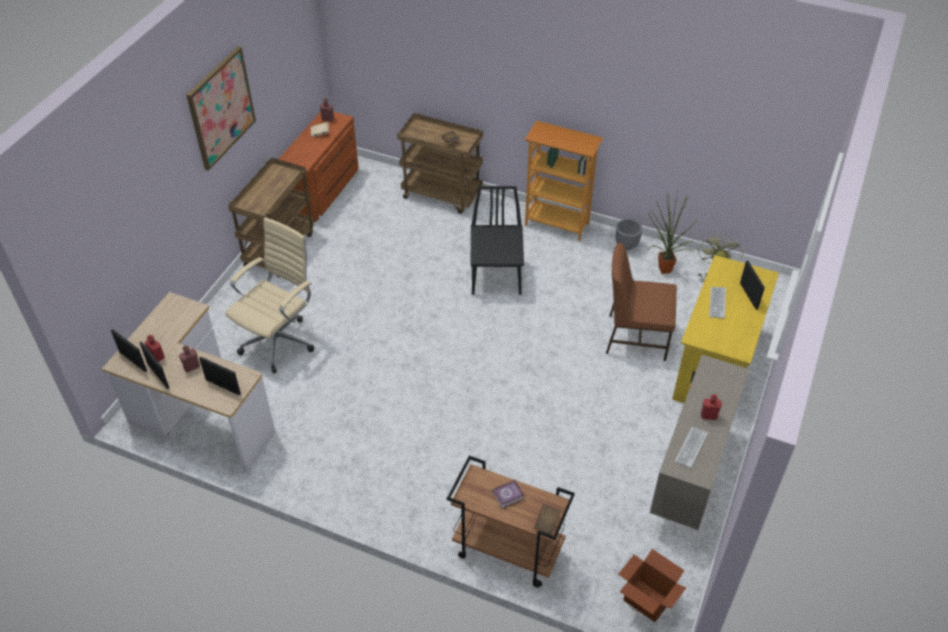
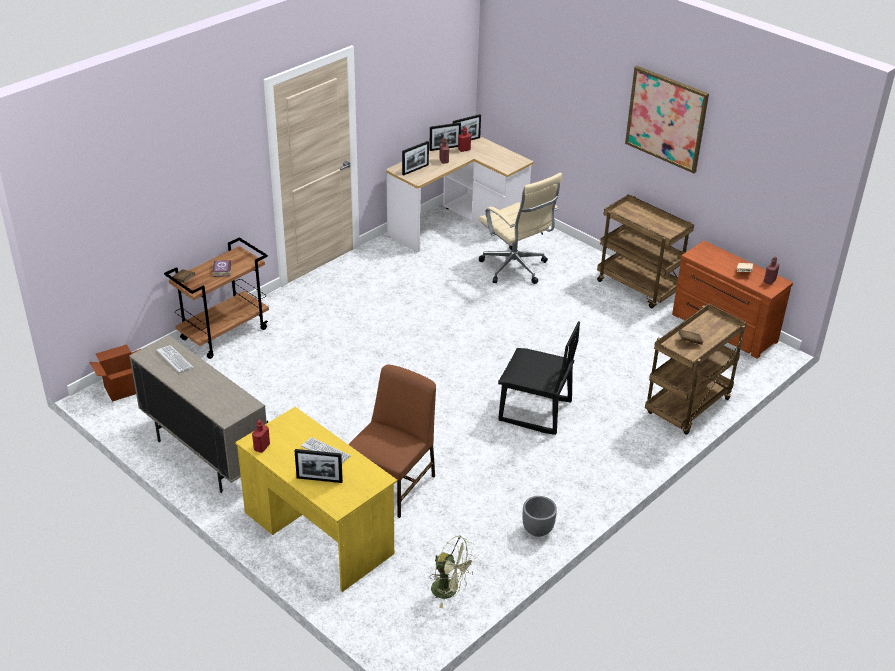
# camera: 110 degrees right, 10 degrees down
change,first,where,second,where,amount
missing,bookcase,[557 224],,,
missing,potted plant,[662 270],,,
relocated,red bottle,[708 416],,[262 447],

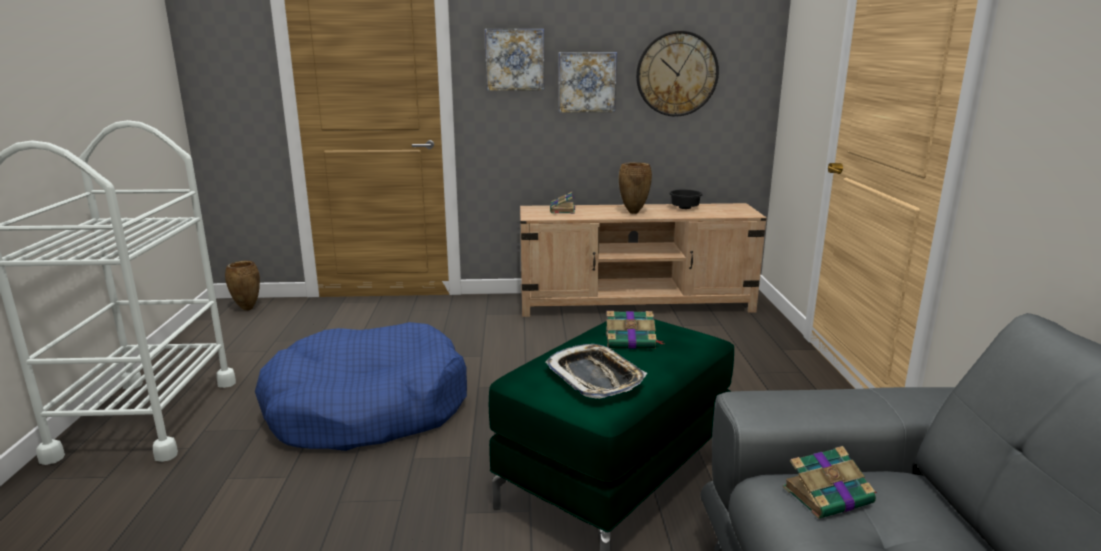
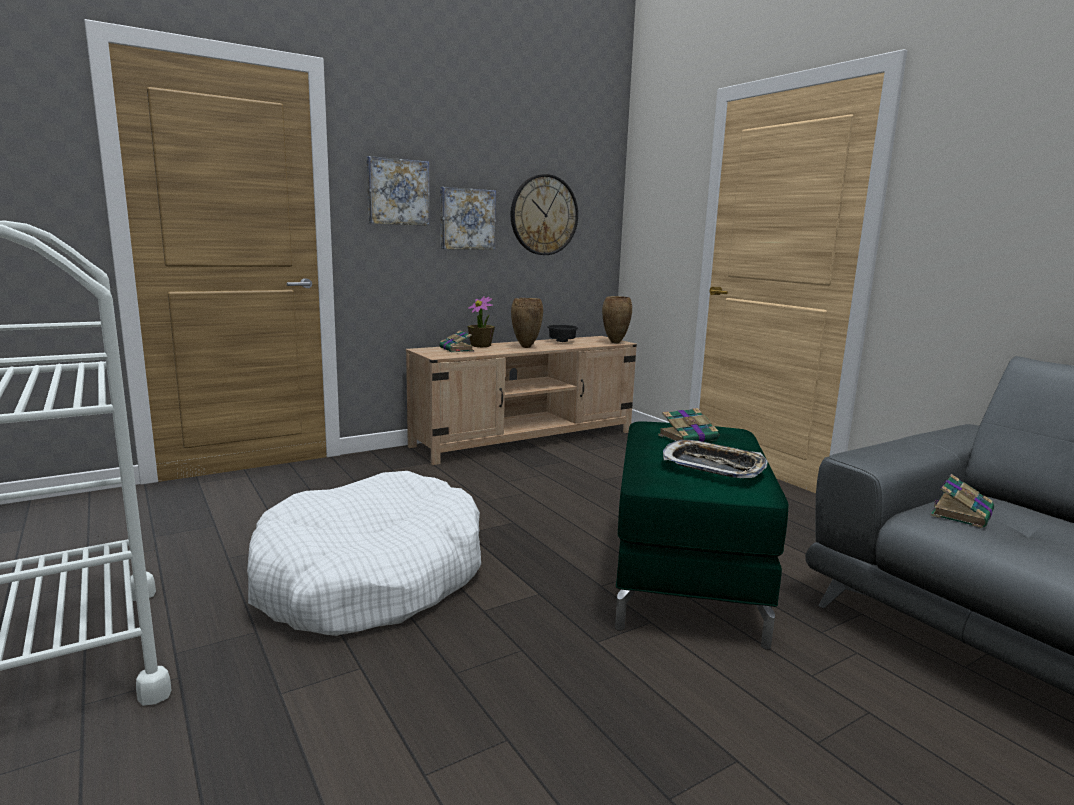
# camera: 30 degrees left, 5 degrees down
change,first,where,second,where,amount
relocated,brown vase,[246 309],,[614 343],
colour,blue dog bed,[367 408],white dog bed,[370 578],
appeared,,,potted plant,[481 345],

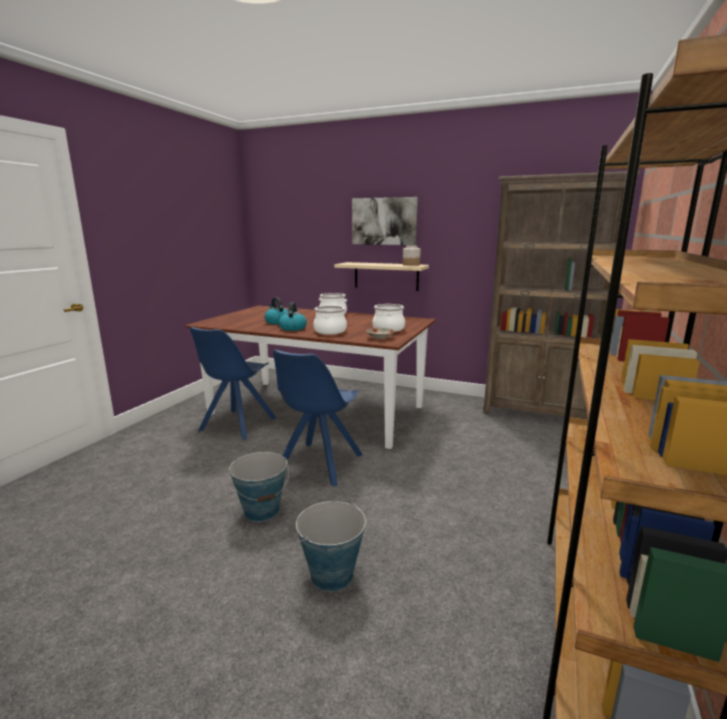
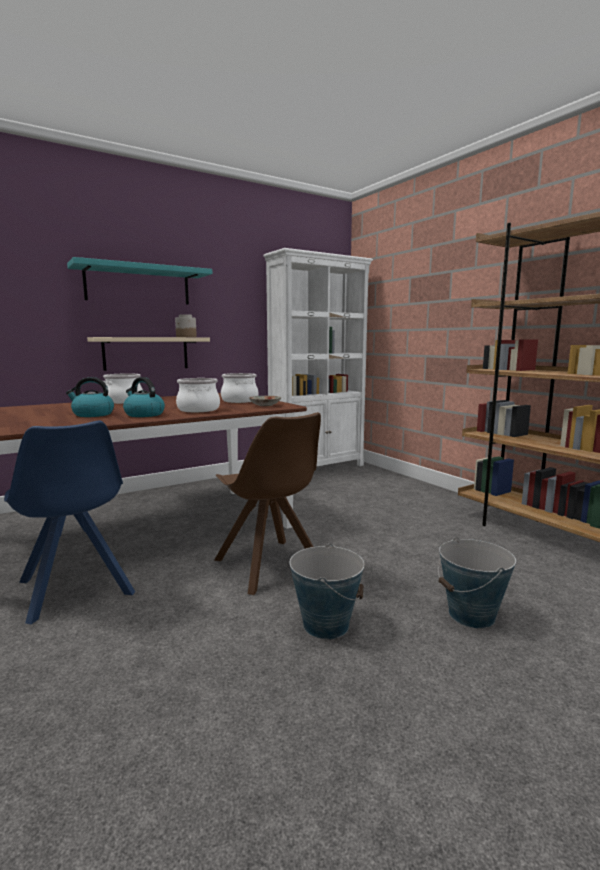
# camera: 55 degrees left, 5 degrees down
change,first,where,second,where,amount
colour,blue chair,[318 464],brown chair,[270 567],
exchanged,picture,[384 221],turquoise shelf,[138 285],
colour,brown bookcase,[538 413],white bookcase,[318 468],

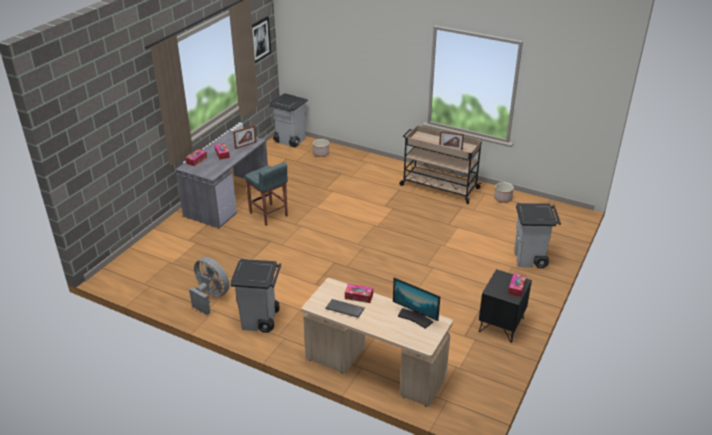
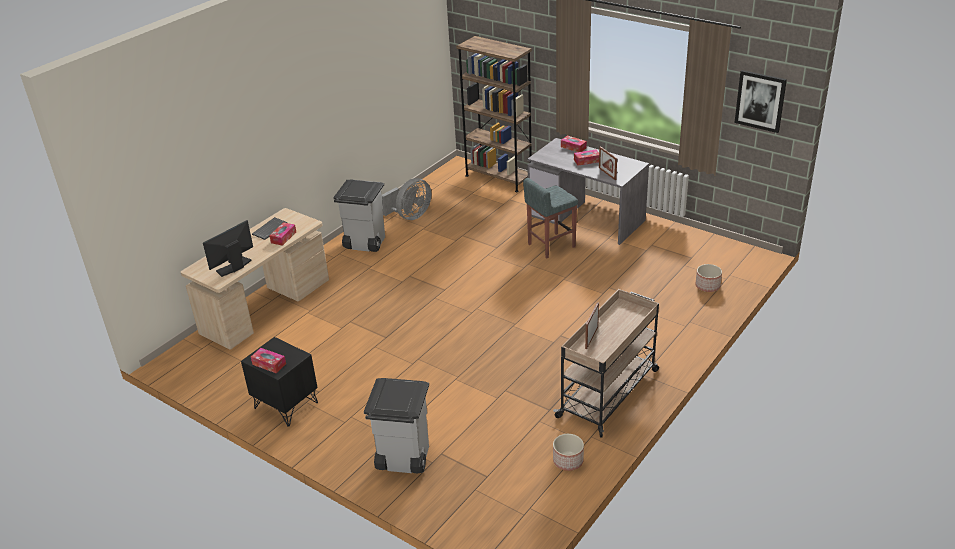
# camera: 100 degrees right, 0 degrees up
change,first,where,second,where,amount
missing,grey trash can,[289 141],,,
appeared,,,brown bookcase,[498 178],

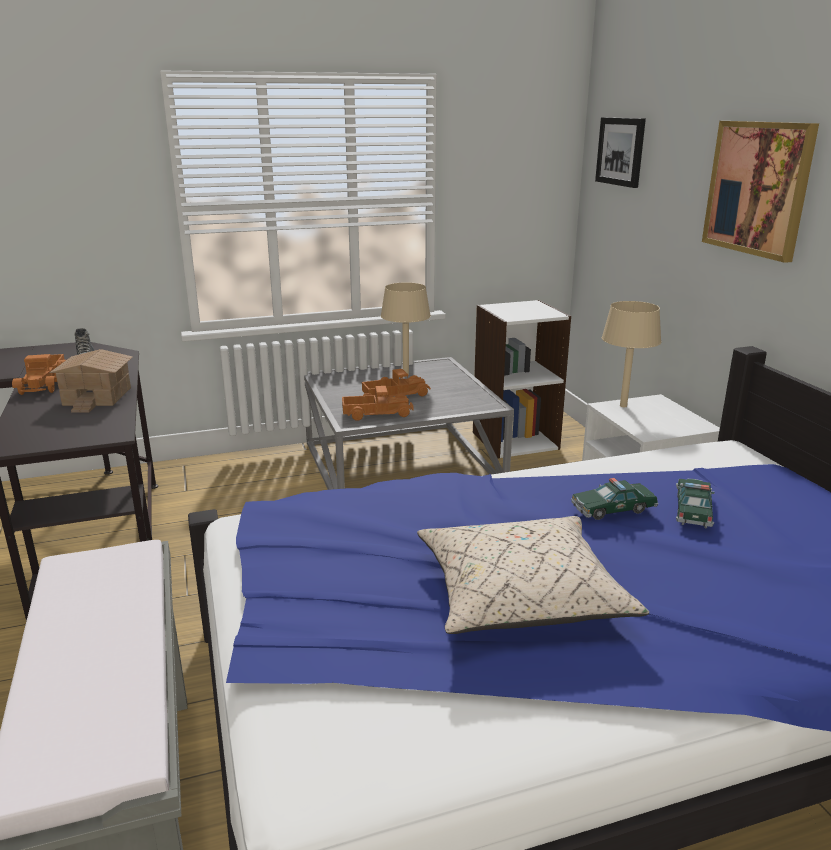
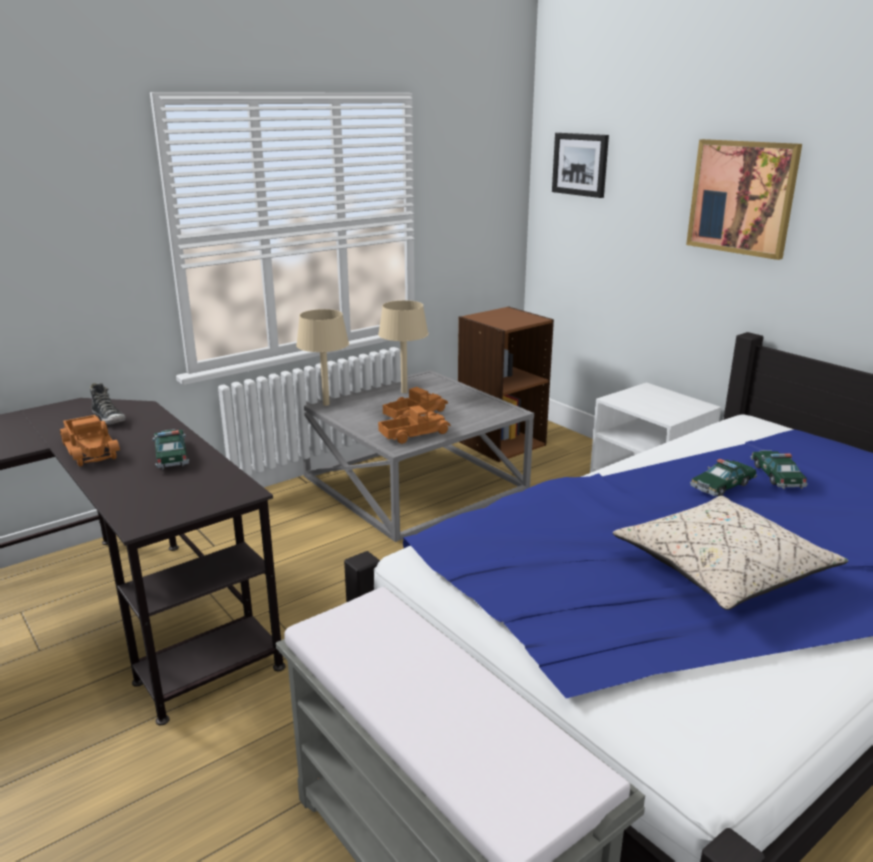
# camera: 20 degrees left, 0 degrees up
change,first,where,second,where,amount
exchanged,toy house,[96 396],toy car,[171 456],
colour,white bookcase,[514 440],brown bookcase,[500 443],
relocated,beige table lamp,[623 406],,[326 404],

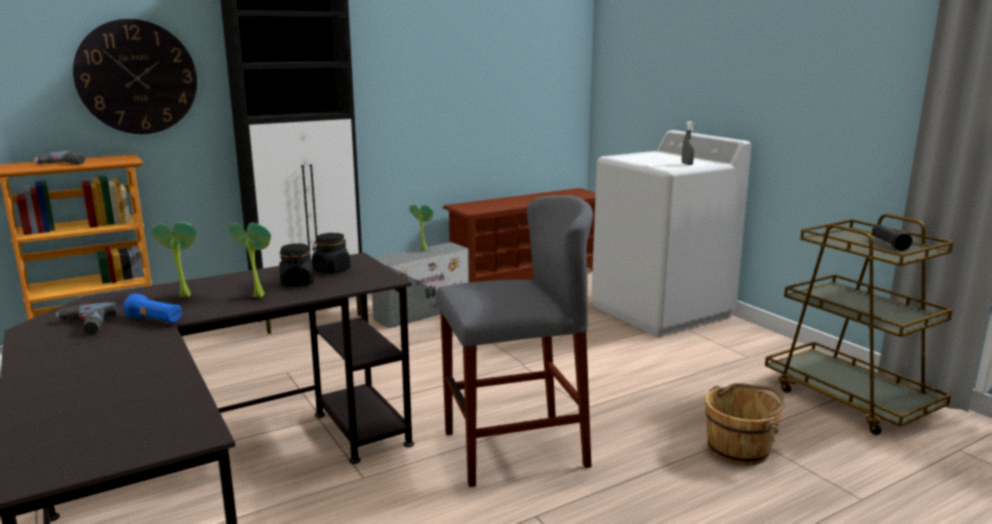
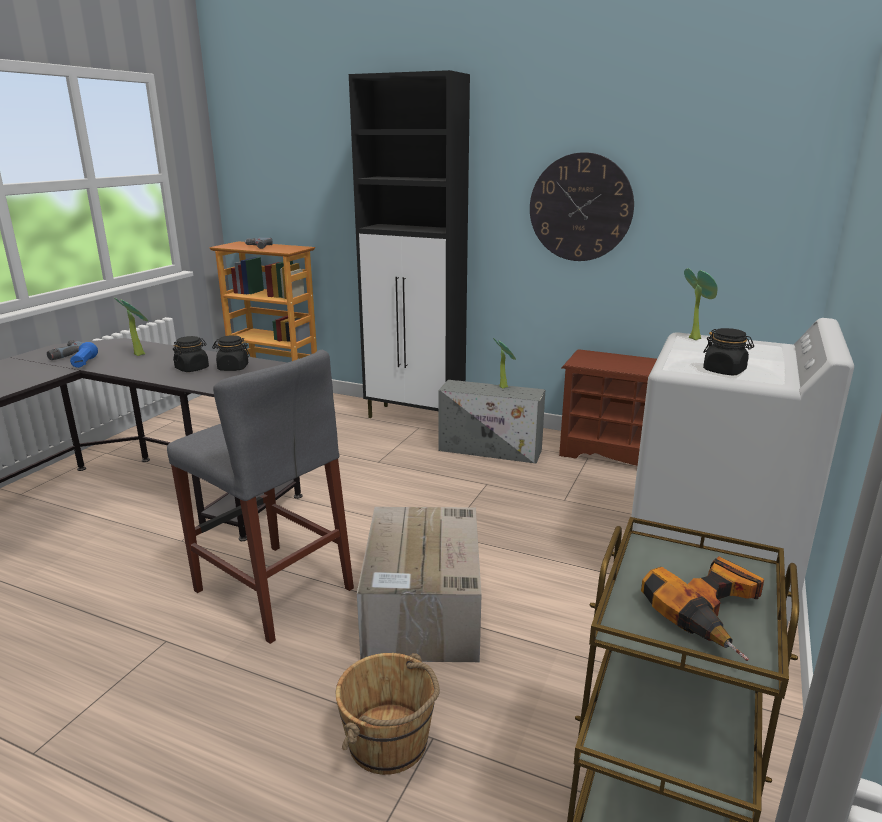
# camera: 55 degrees right, 5 degrees up
change,first,where,second,where,amount
relocated,wall clock,[137 77],,[580 208],
relocated,potted plant,[257 295],,[694 338],
exchanged,grey spray bottle,[687 164],black jar,[724 371],
exchanged,black flashlight,[889 245],power drill,[713 615],
appeared,,,cardboard box,[423 610],

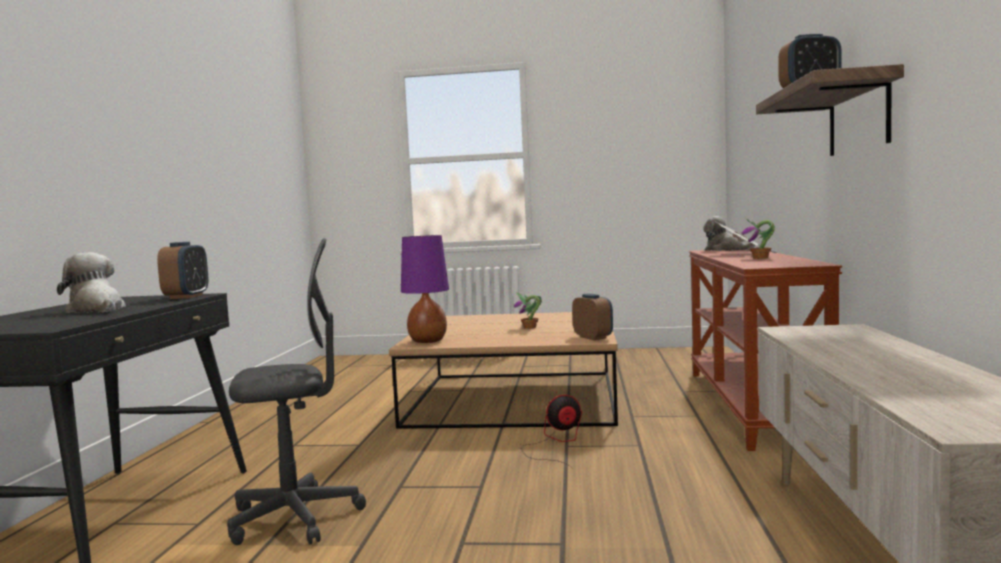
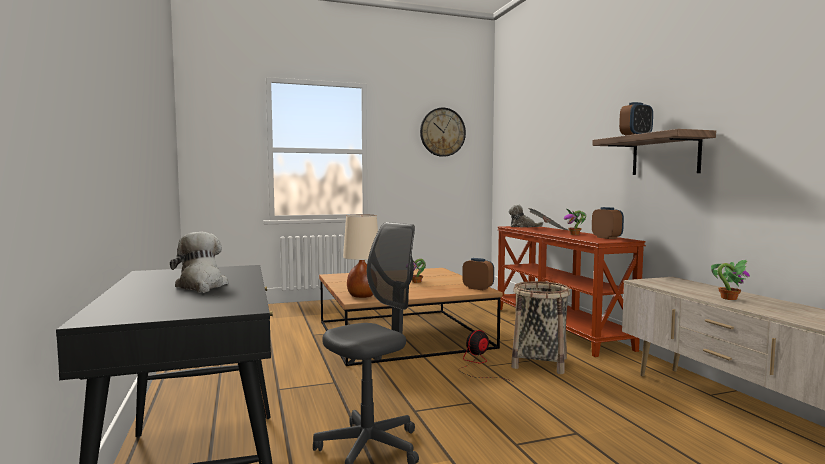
# camera: 25 degrees left, 0 degrees up
change,first,where,second,where,amount
spun,plush toy,[96 310],,[201 286],45 degrees clockwise
relocated,alarm clock,[186 297],,[607 238],
colour,purple table lamp,[428 341],beige table lamp,[362 296],
appeared,,,wall clock,[442 132],
appeared,,,basket,[540 363],
appeared,,,potted plant,[728 298],

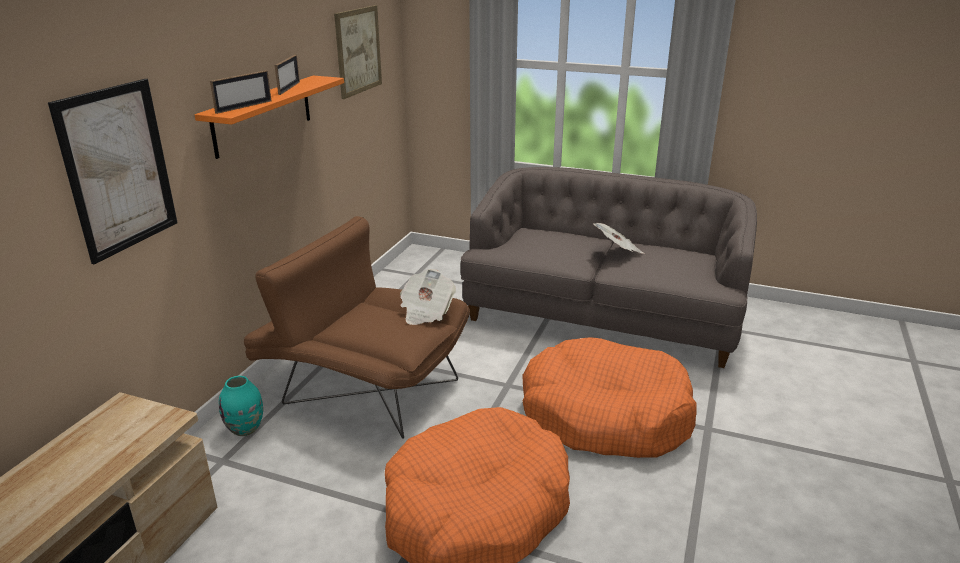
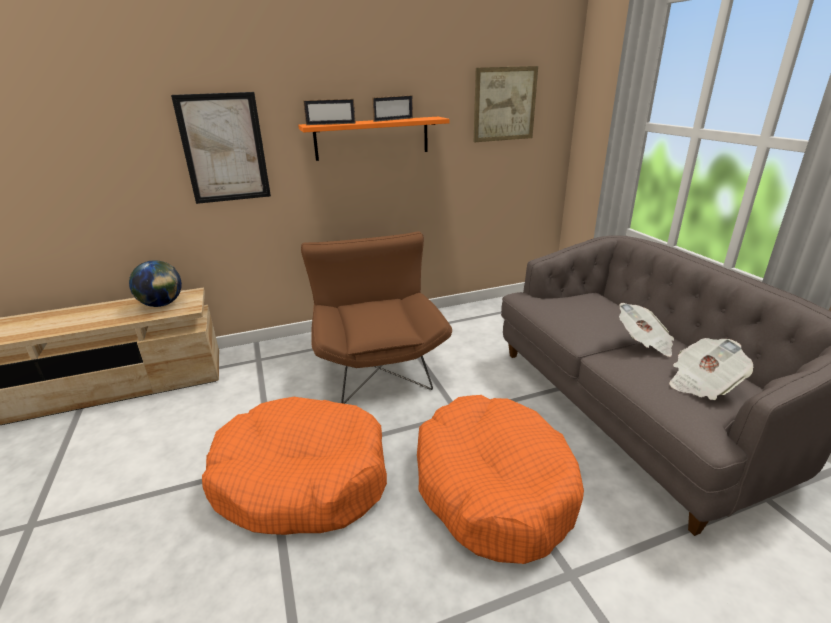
# camera: 50 degrees right, 0 degrees up
change,first,where,second,where,amount
missing,turquoise vase,[245 429],,,
relocated,newspaper,[426 311],,[702 383],
appeared,,,globe,[162 304],

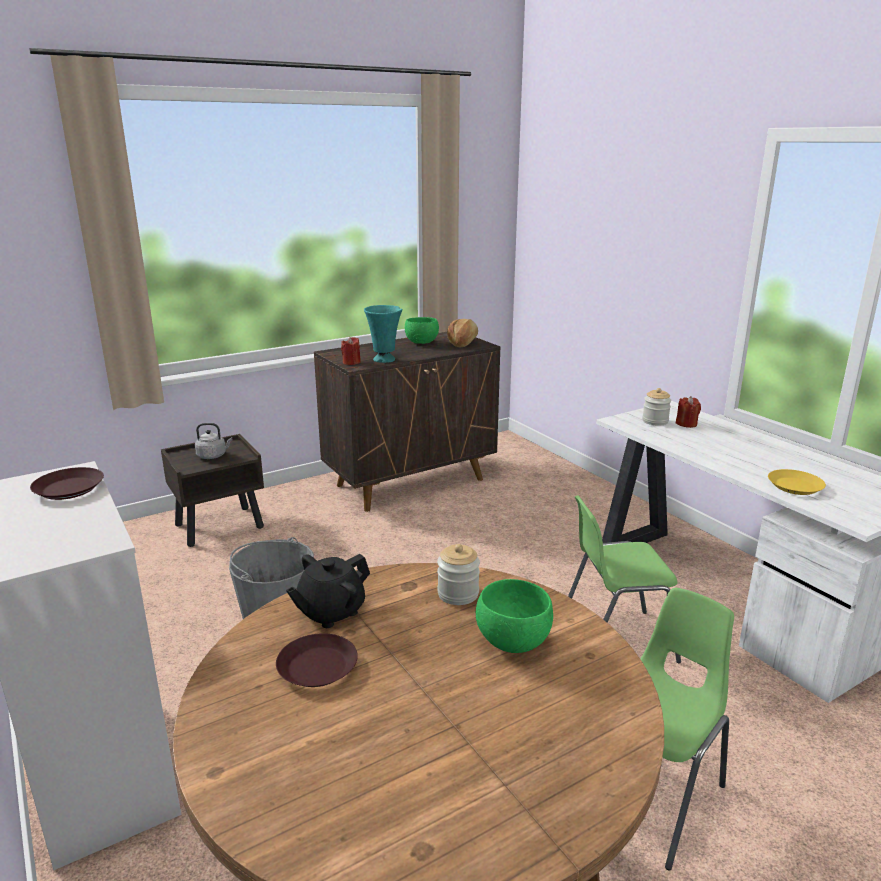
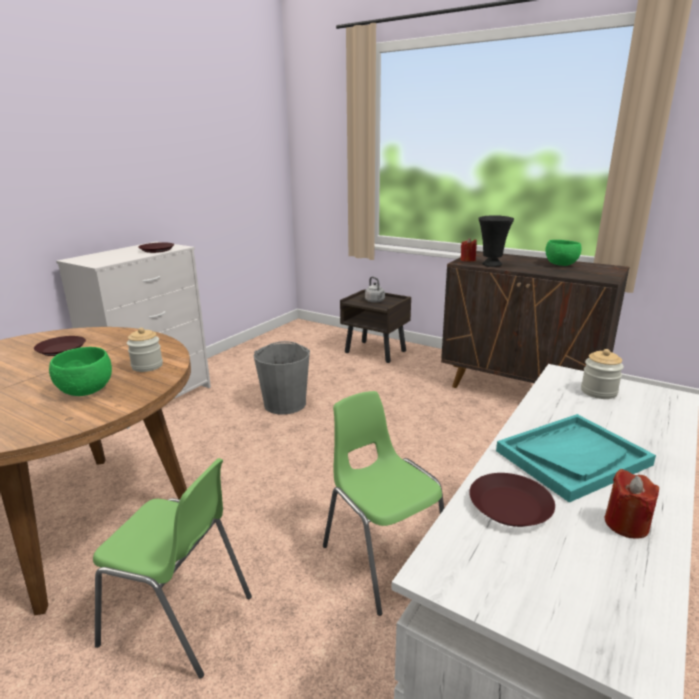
# camera: 65 degrees right, 0 degrees up
change,first,where,second,where,amount
missing,black teapot,[330 612],,,
colour,turquoise vase,[384 360],black vase,[491 265],
missing,bread,[463 343],,,
relocated,red candle,[686 424],,[626 524],
colour,yellow plate,[795 487],brown plate,[509 506],
appeared,,,turquoise tray,[572 457],

